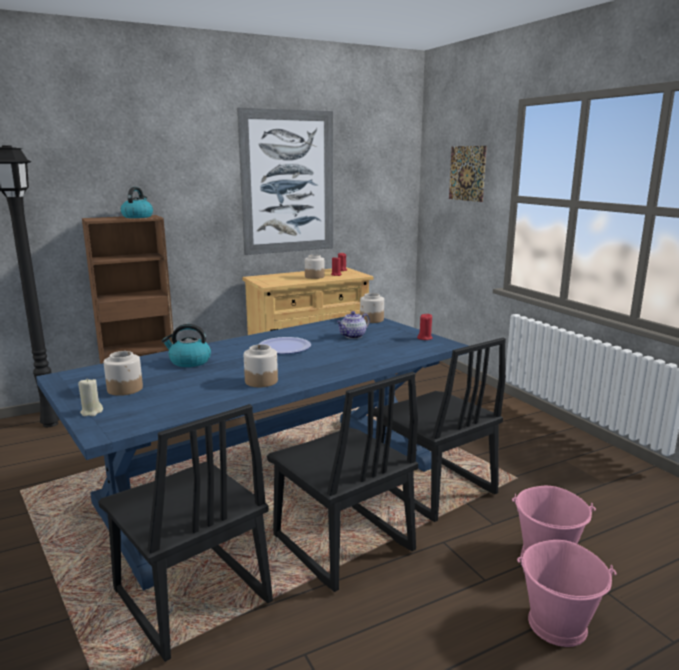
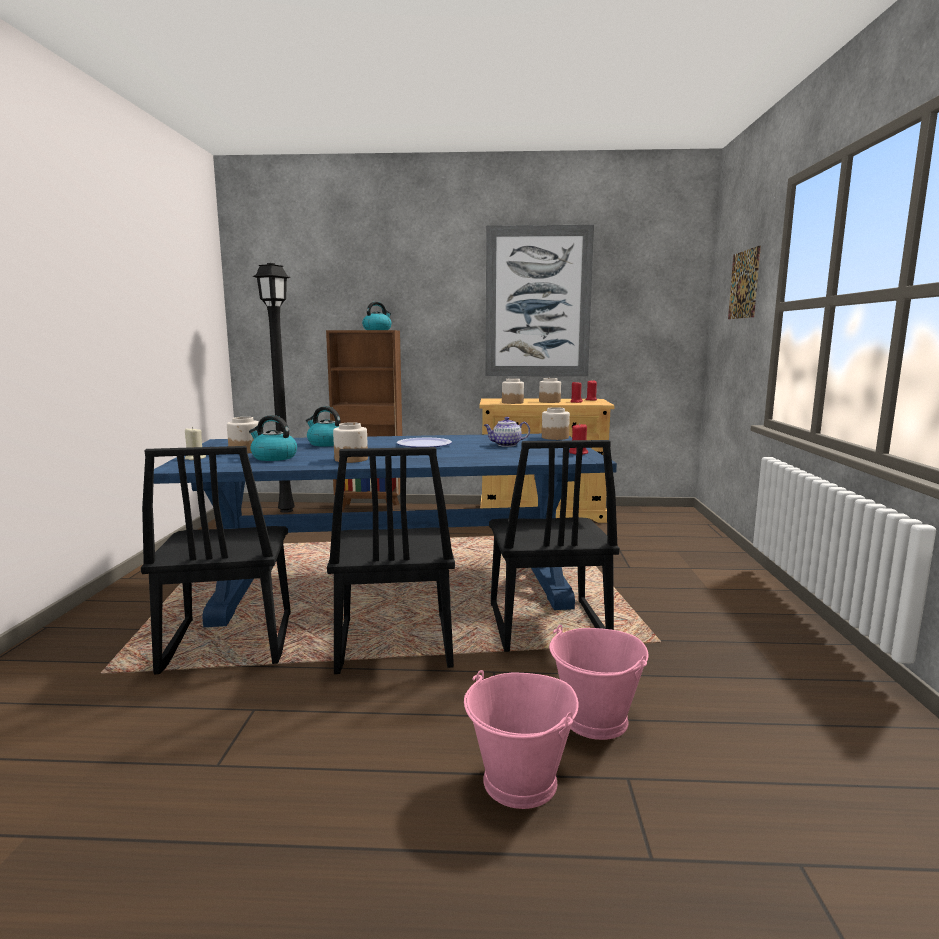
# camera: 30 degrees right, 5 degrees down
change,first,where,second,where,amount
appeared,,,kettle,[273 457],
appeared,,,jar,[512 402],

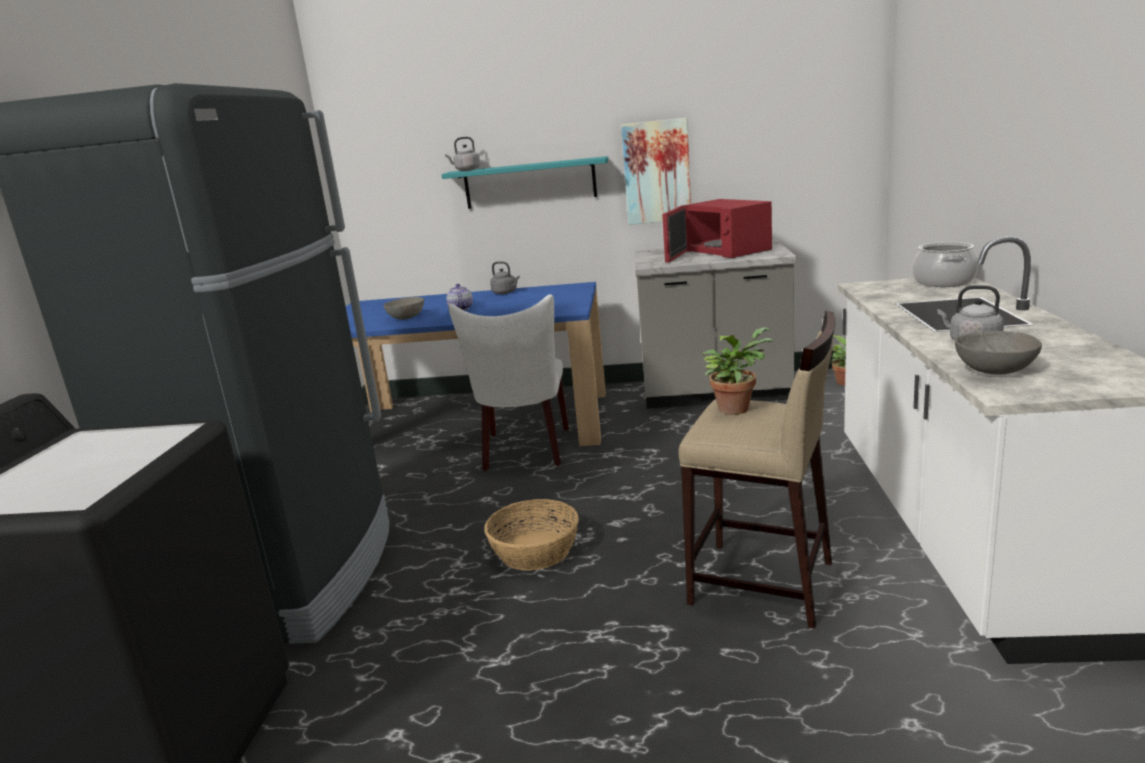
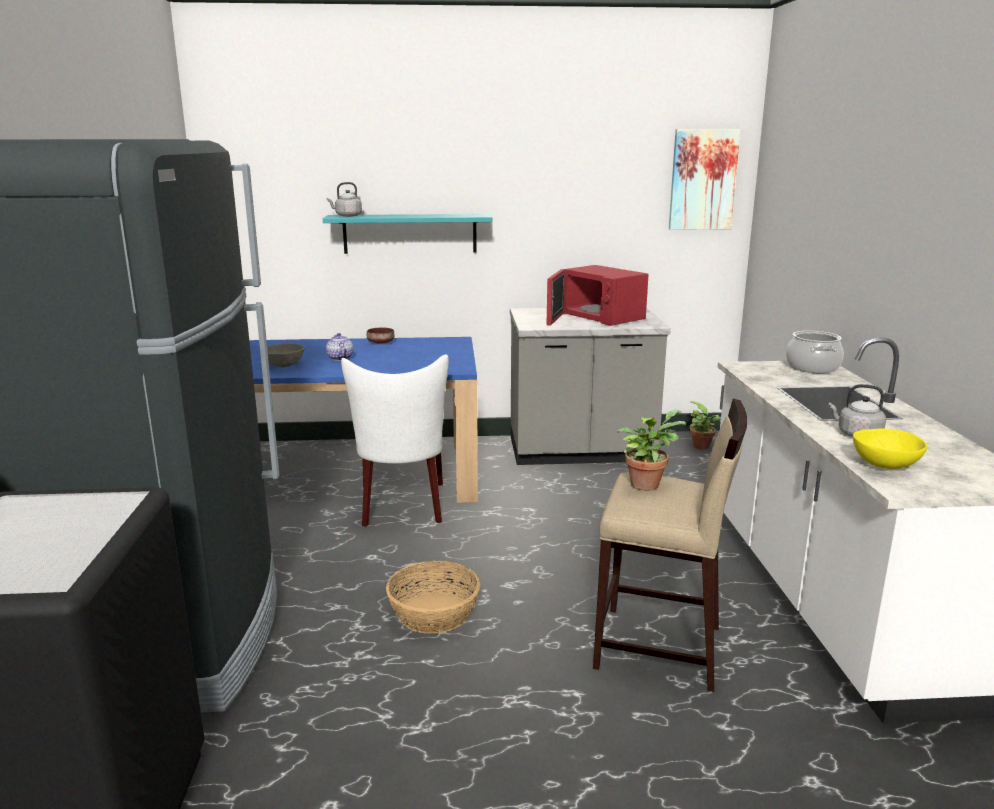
# camera: 10 degrees left, 0 degrees up
change,first,where,second,where,amount
exchanged,grey kettle,[505 292],brown bowl,[381 342],
relocated,picture,[656 172],,[703 179],
colour,grey bowl,[993 371],yellow bowl,[884 465],

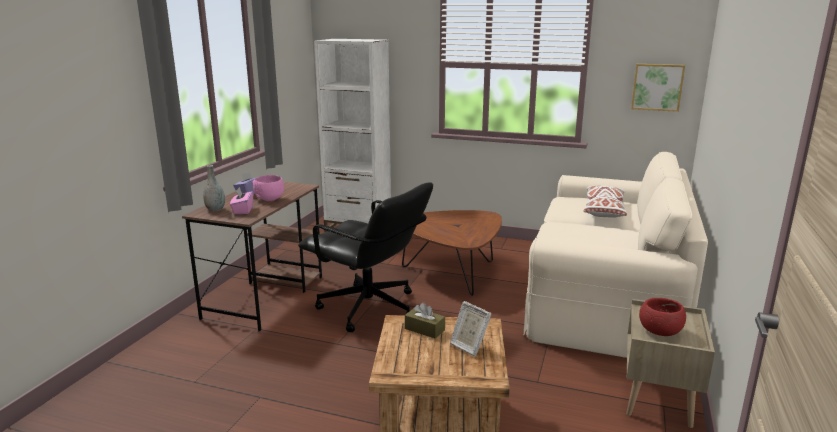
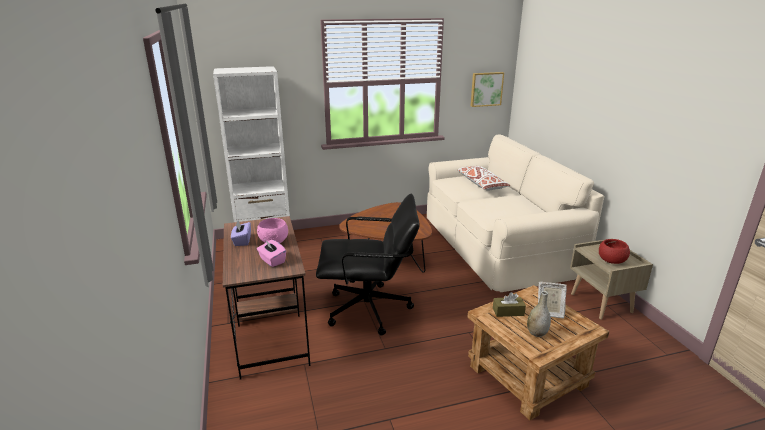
# camera: 35 degrees left, 5 degrees up
change,first,where,second,where,amount
relocated,grey vase,[215 209],,[537 333],

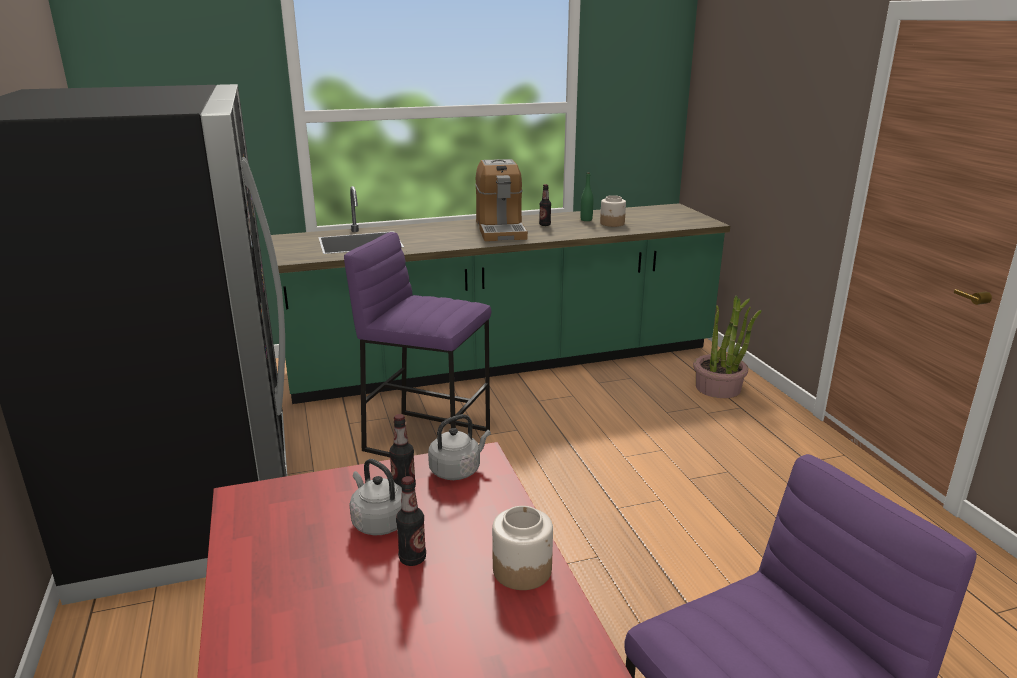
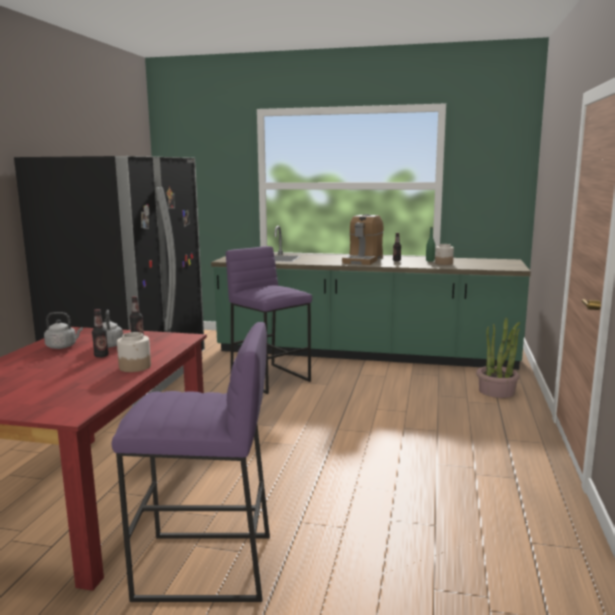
# camera: 30 degrees right, 10 degrees down
change,first,where,second,where,amount
relocated,grey kettle,[457 470],,[63 346],

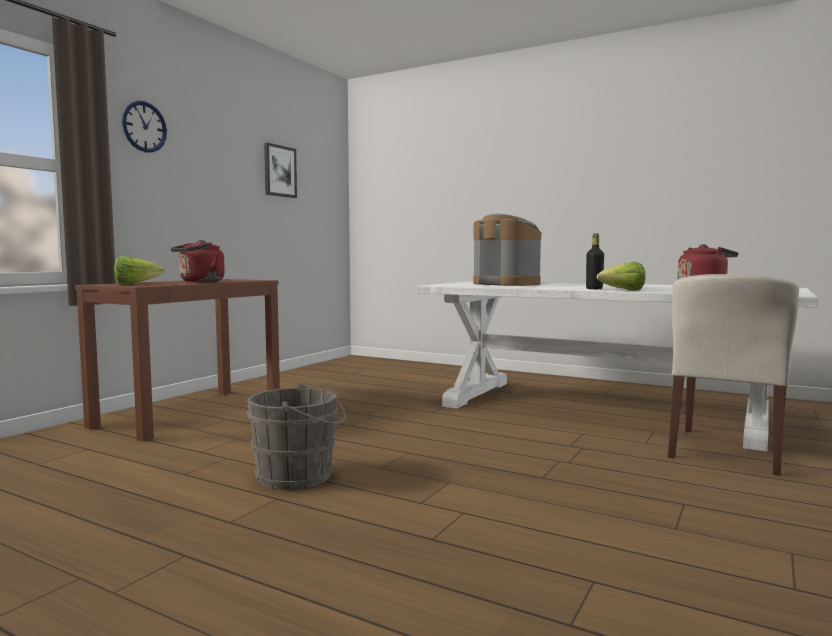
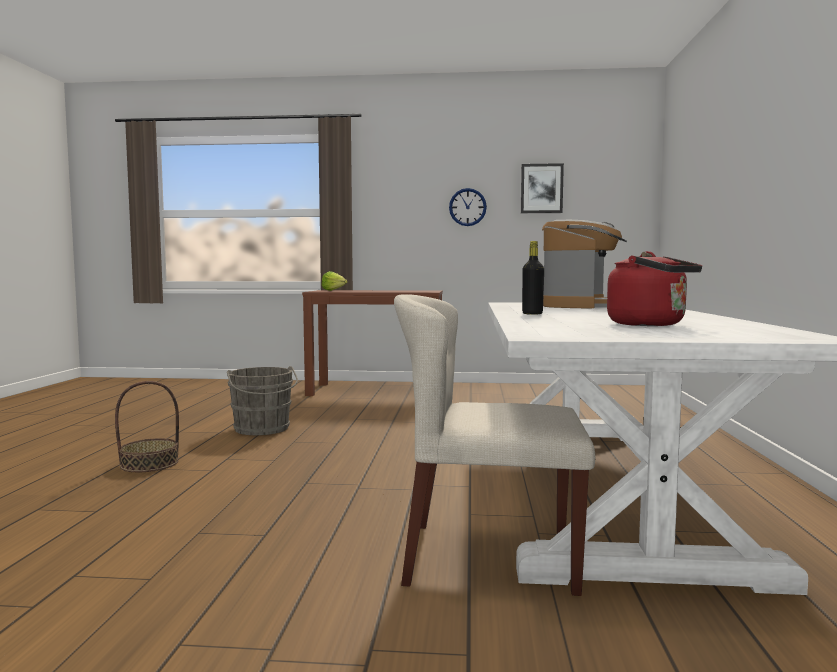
# camera: 65 degrees right, 0 degrees up
change,first,where,second,where,amount
relocated,wall clock,[144 127],,[467 207],
missing,red kettle,[200 282],,,
missing,lettuce,[623 290],,,
appeared,,,basket,[149 464],

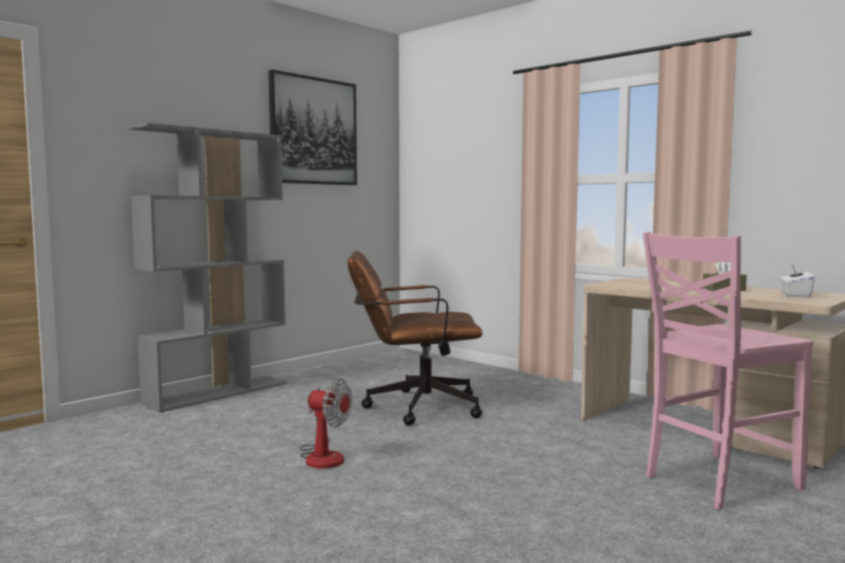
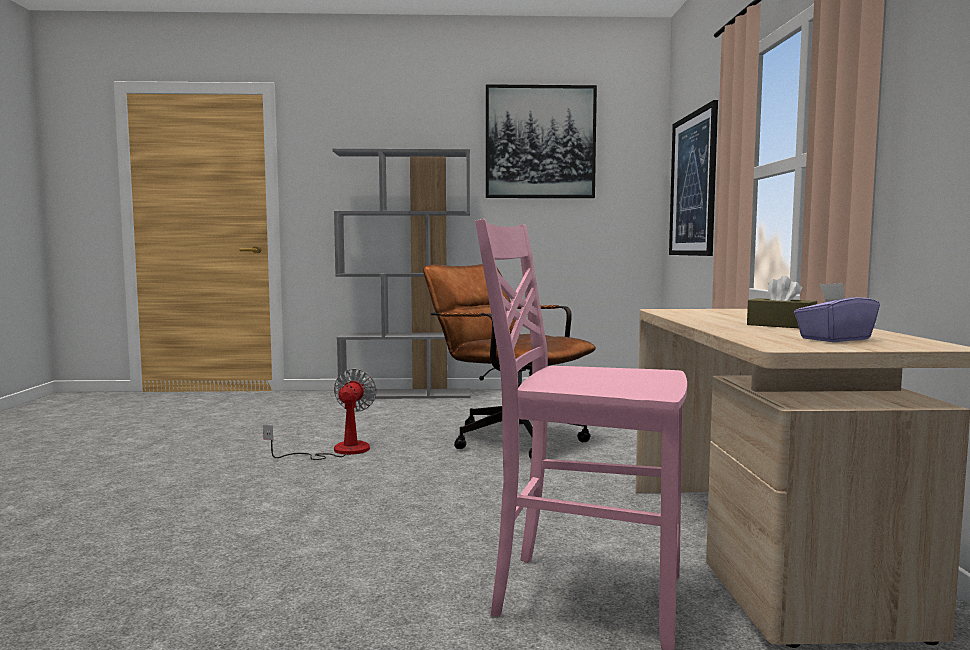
# camera: 45 degrees right, 0 degrees up
change,first,where,second,where,amount
spun,fan,[323 456],,[338 451],150 degrees counterclockwise
colour,white tissue box,[795 295],purple tissue box,[834 339],
appeared,,,picture,[693 185],

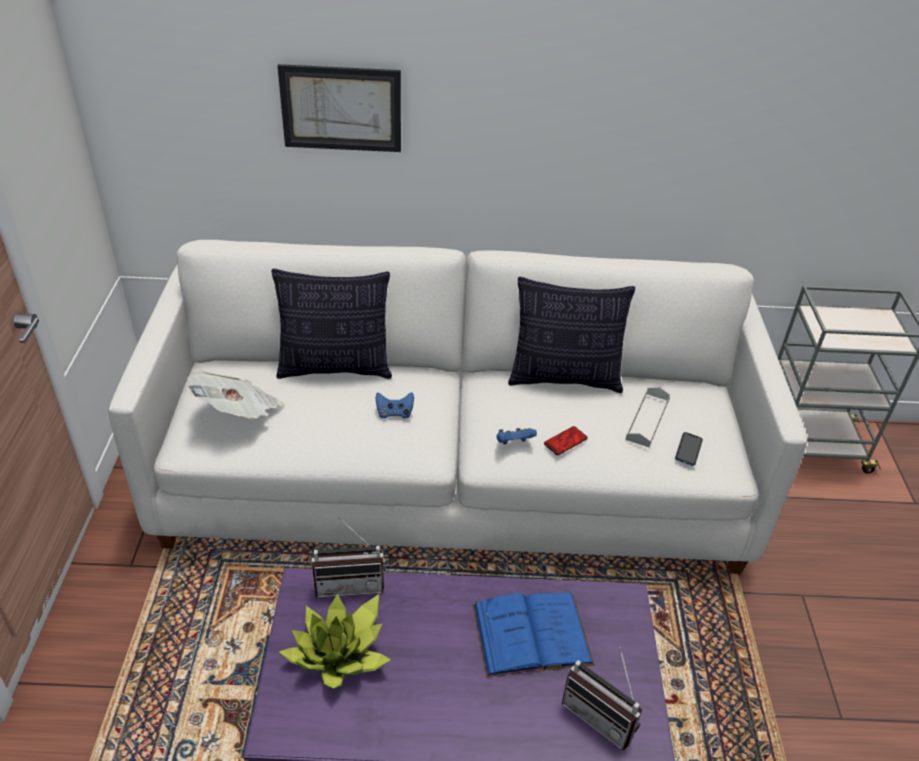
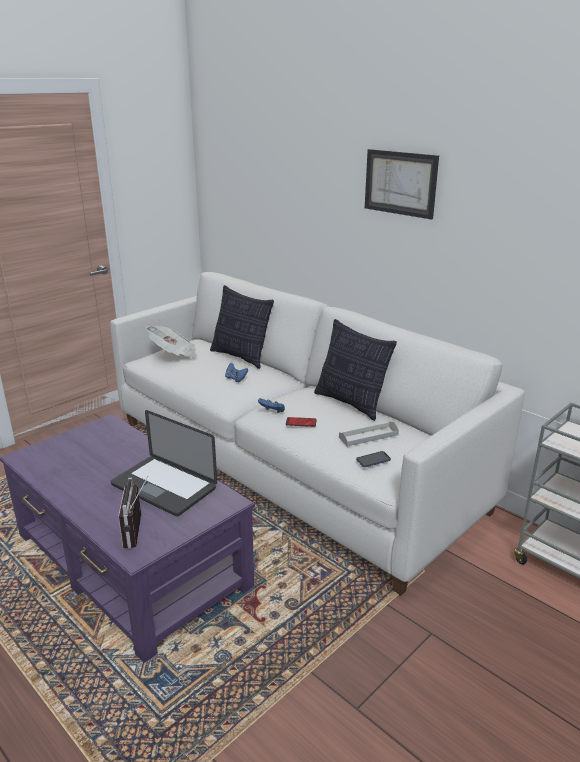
# camera: 45 degrees right, 15 degrees down
change,first,where,second,where,amount
relocated,picture,[341 108],,[400 183],
missing,potted plant,[340 654],,,
missing,radio,[350 583],,,
exchanged,blue book,[531 634],laptop,[164 487],

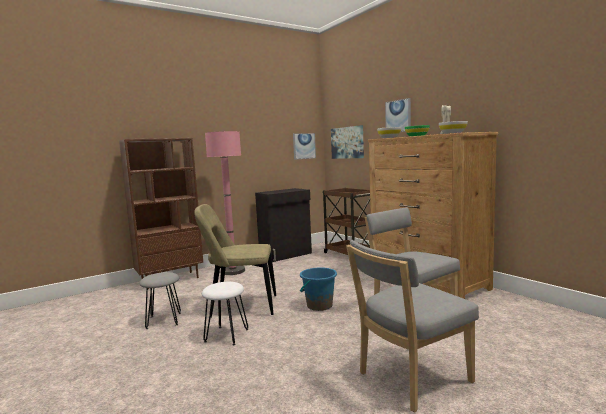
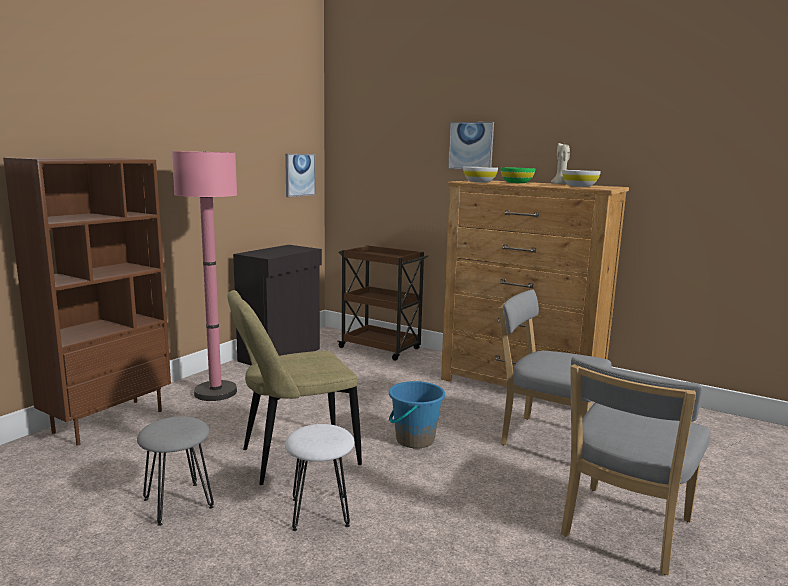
# camera: 25 degrees left, 5 degrees up
change,first,where,second,where,amount
missing,picture,[347 142],,,

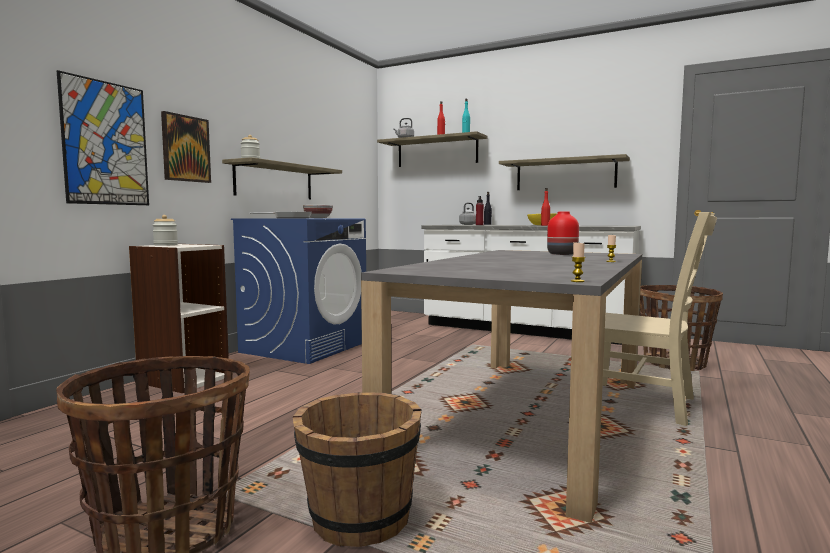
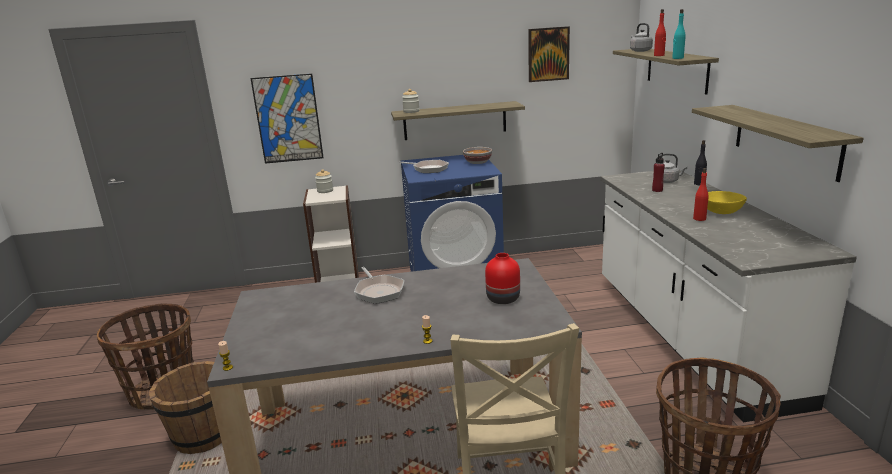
# camera: 55 degrees right, 15 degrees up
change,first,where,second,where,amount
relocated,picture,[185 148],,[548 54],
appeared,,,frying pan,[379 291],

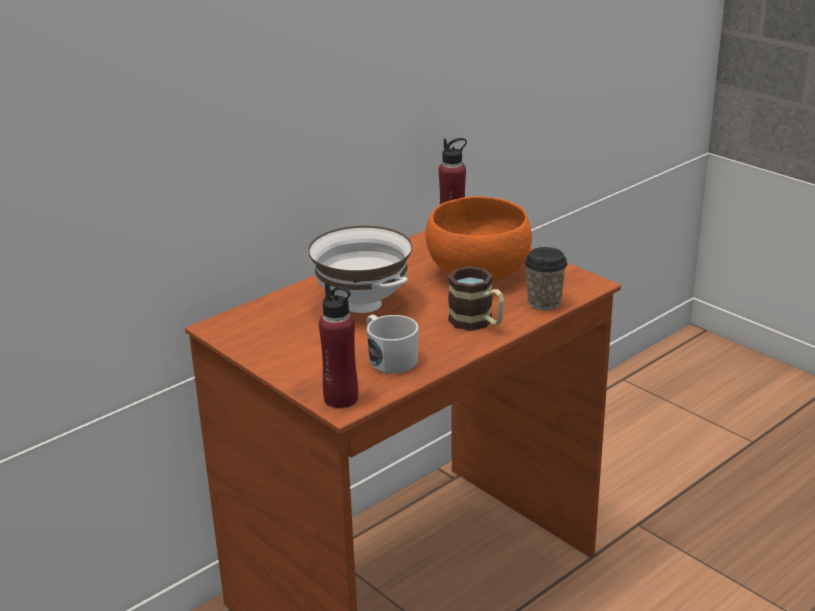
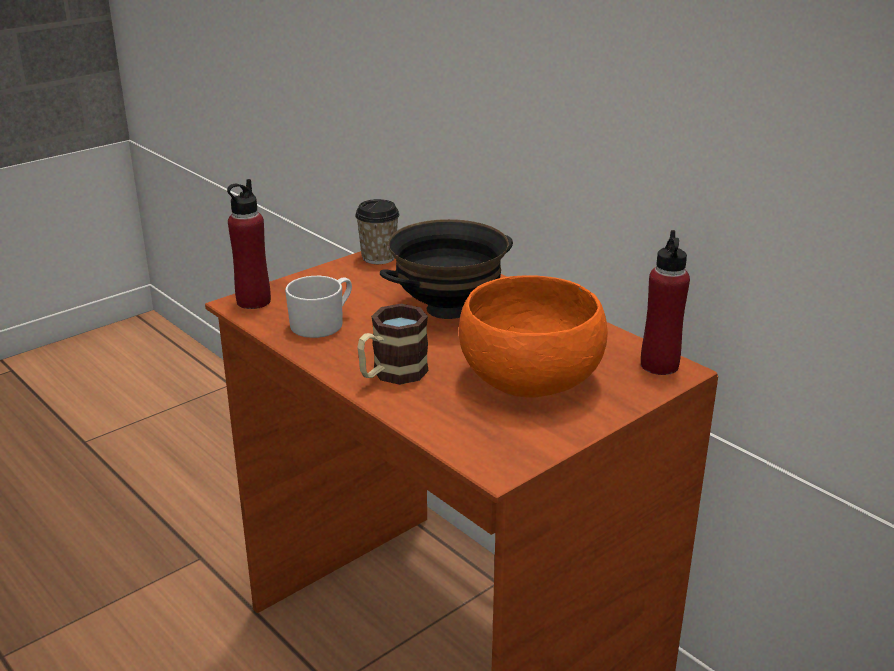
# camera: 90 degrees right, 0 degrees up
change,first,where,second,where,amount
colour,white bowl,[361 304],black bowl,[447 308],
relocated,cup,[544 302],,[378 257],

